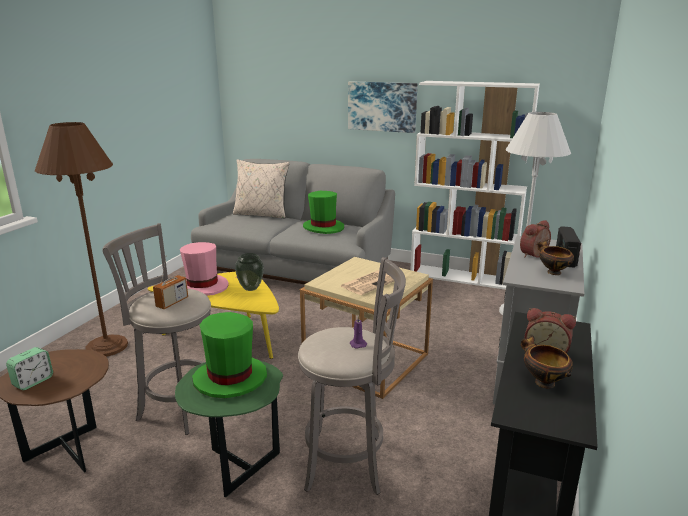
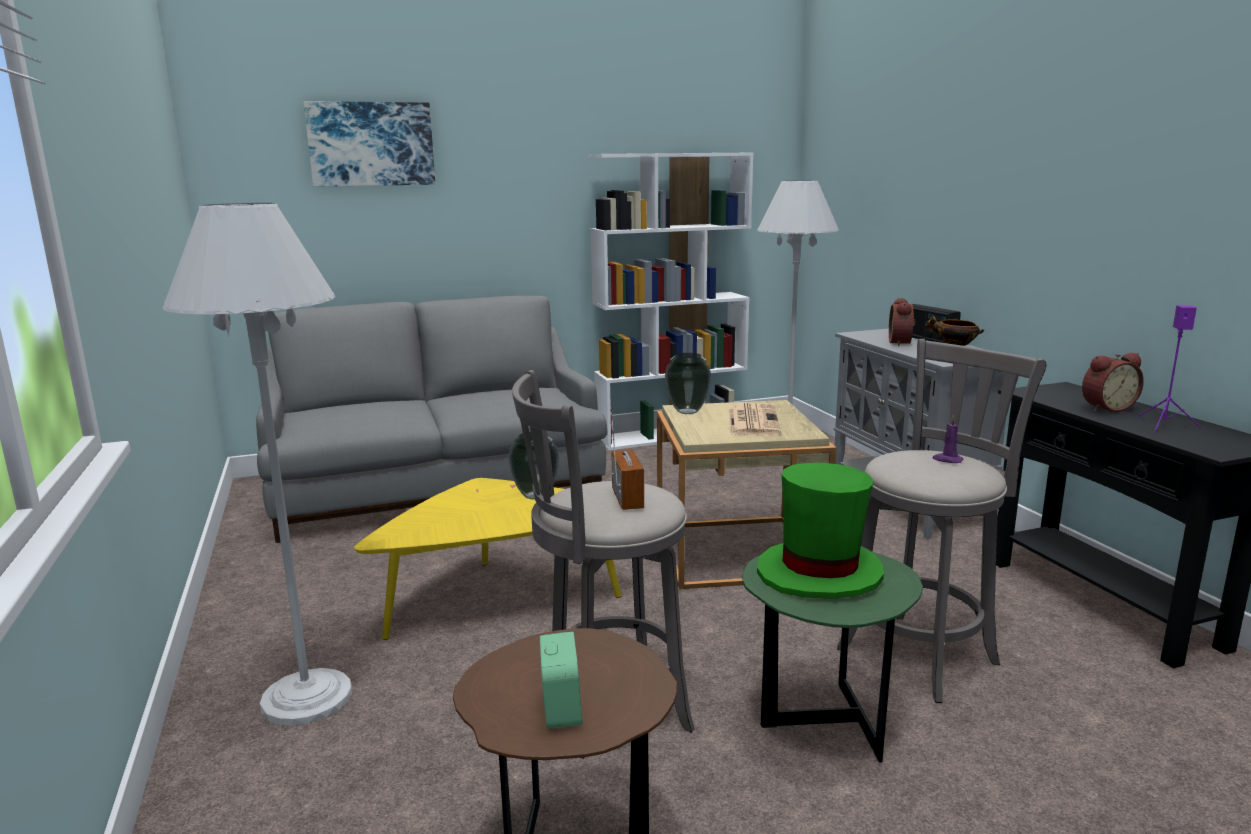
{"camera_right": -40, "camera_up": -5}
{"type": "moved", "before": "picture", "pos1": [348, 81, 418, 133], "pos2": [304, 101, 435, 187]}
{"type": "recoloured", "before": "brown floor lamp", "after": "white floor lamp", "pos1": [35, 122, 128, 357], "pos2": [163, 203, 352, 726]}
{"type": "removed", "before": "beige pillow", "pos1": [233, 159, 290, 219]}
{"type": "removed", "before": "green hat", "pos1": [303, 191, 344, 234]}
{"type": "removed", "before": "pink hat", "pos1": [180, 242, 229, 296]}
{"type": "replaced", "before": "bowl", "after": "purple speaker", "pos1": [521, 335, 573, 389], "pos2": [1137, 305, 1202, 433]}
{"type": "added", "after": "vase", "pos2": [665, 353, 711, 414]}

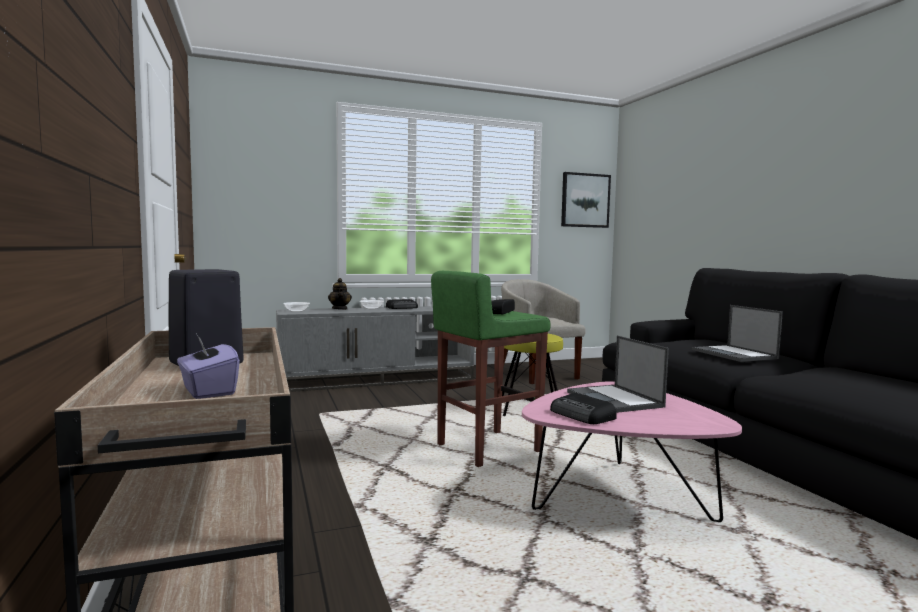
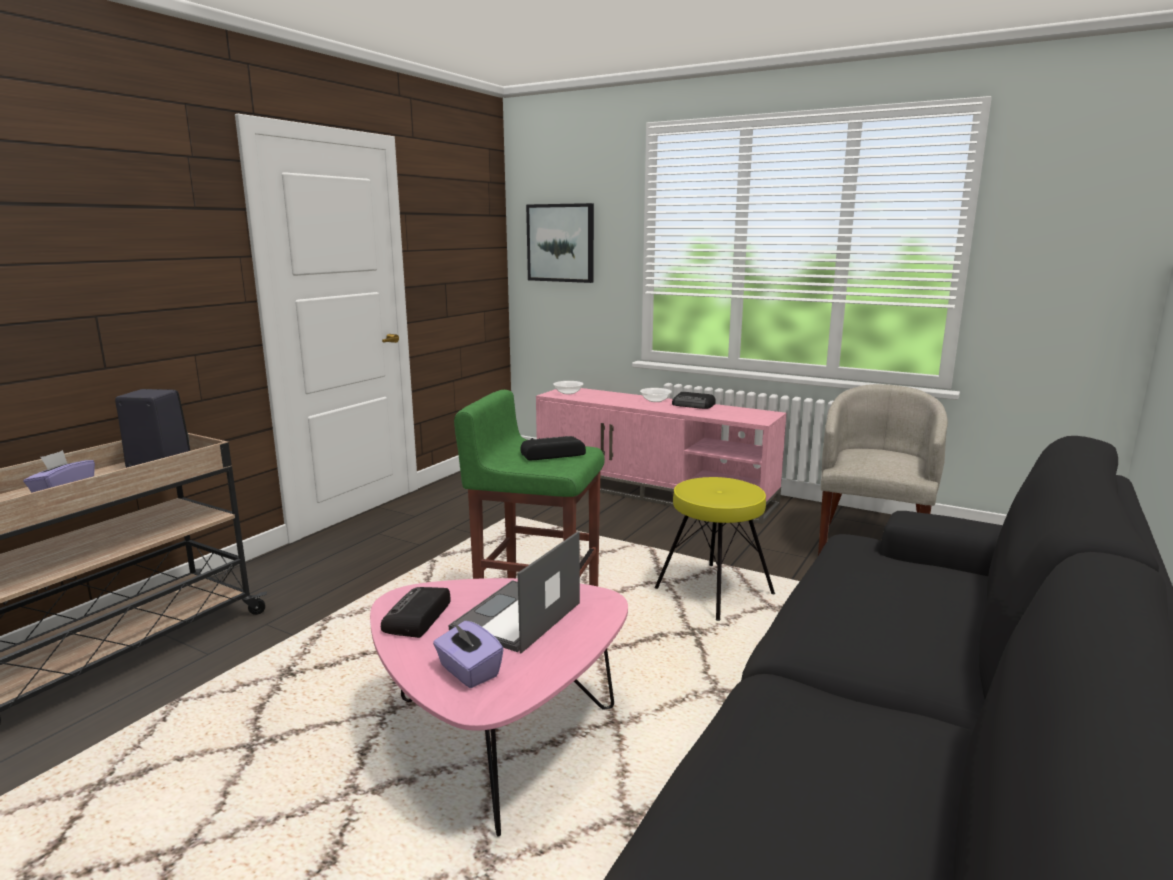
{"camera_right": 50, "camera_up": 10}
{"type": "moved", "before": "picture", "pos1": [561, 172, 611, 228], "pos2": [526, 203, 594, 283]}
{"type": "removed", "before": "teapot", "pos1": [328, 278, 352, 310]}
{"type": "removed", "before": "laptop", "pos1": [692, 305, 783, 362]}
{"type": "recoloured", "before": "grey tv stand", "after": "pink tv stand", "pos1": [276, 306, 474, 392], "pos2": [536, 388, 787, 524]}
{"type": "added", "after": "purple tissue box", "pos2": [433, 621, 504, 688]}

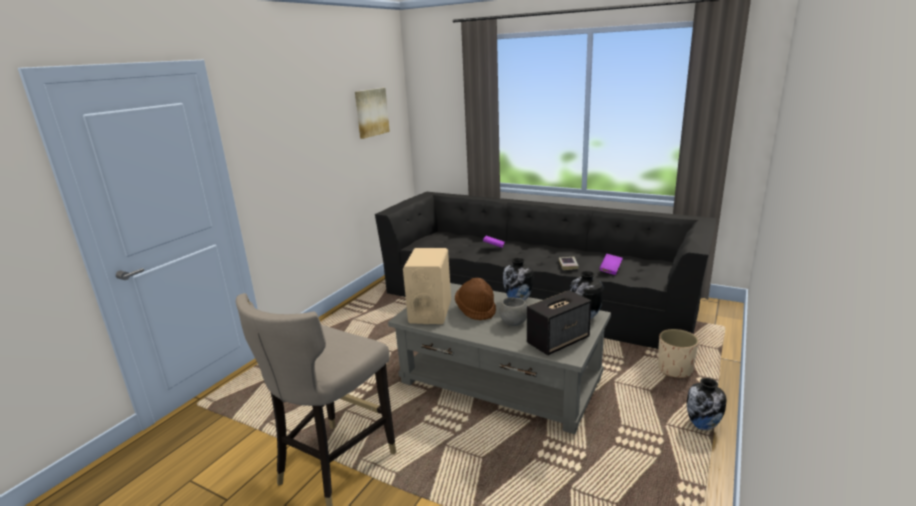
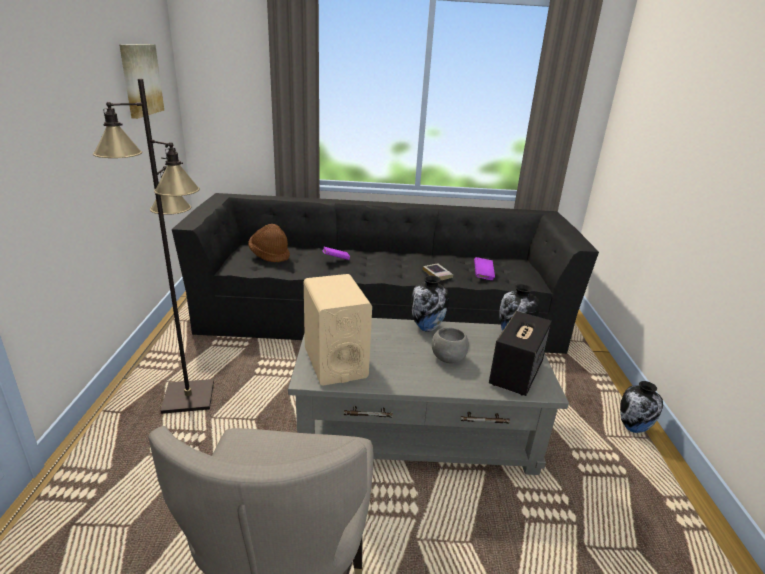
{"camera_right": -30, "camera_up": 5}
{"type": "moved", "before": "brown hat", "pos1": [455, 278, 496, 320], "pos2": [248, 224, 290, 262]}
{"type": "removed", "before": "beige planter", "pos1": [658, 329, 699, 378]}
{"type": "added", "after": "black floor lamp", "pos2": [93, 78, 214, 414]}

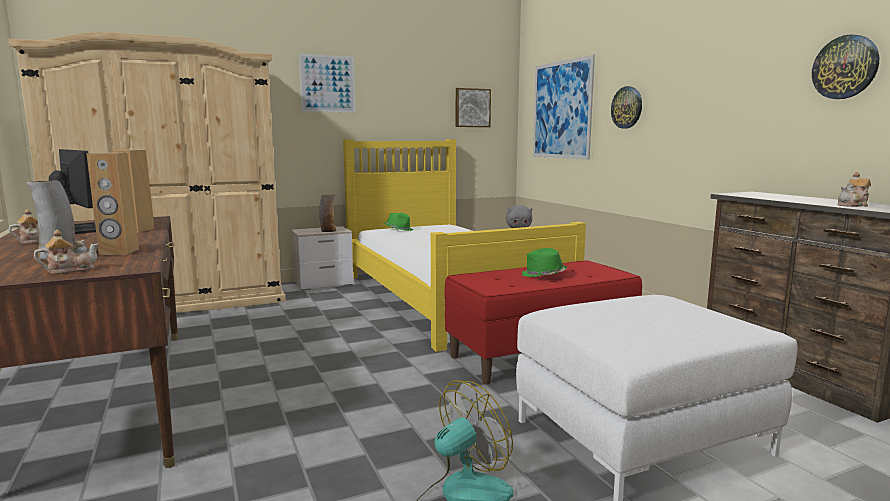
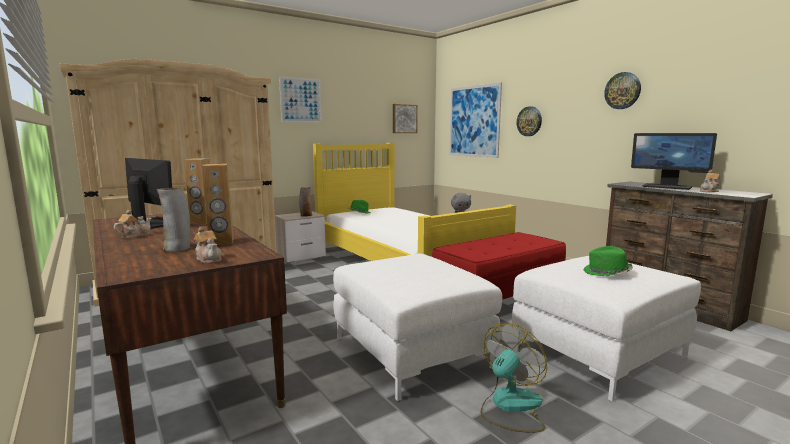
{"camera_right": -10, "camera_up": 0}
{"type": "moved", "before": "wall clock", "pos1": [812, 34, 879, 99], "pos2": [604, 72, 641, 109]}
{"type": "turned", "before": "teapot", "pos1": [34, 230, 99, 274], "pos2": [194, 226, 222, 264], "turn": 90}
{"type": "moved", "before": "green hat", "pos1": [522, 248, 567, 277], "pos2": [583, 246, 633, 276]}
{"type": "added", "after": "monitor", "pos2": [631, 133, 717, 190]}
{"type": "added", "after": "white ottoman", "pos2": [333, 253, 502, 401]}

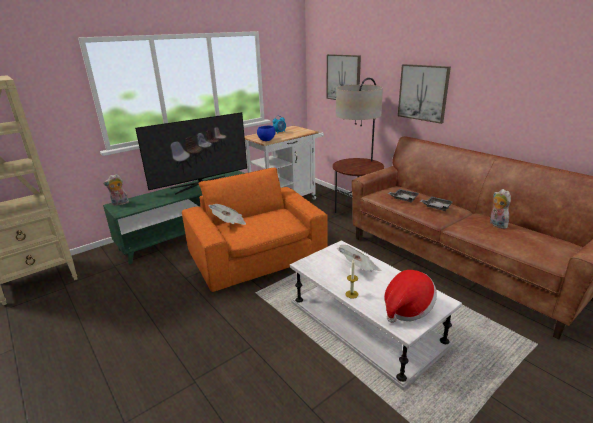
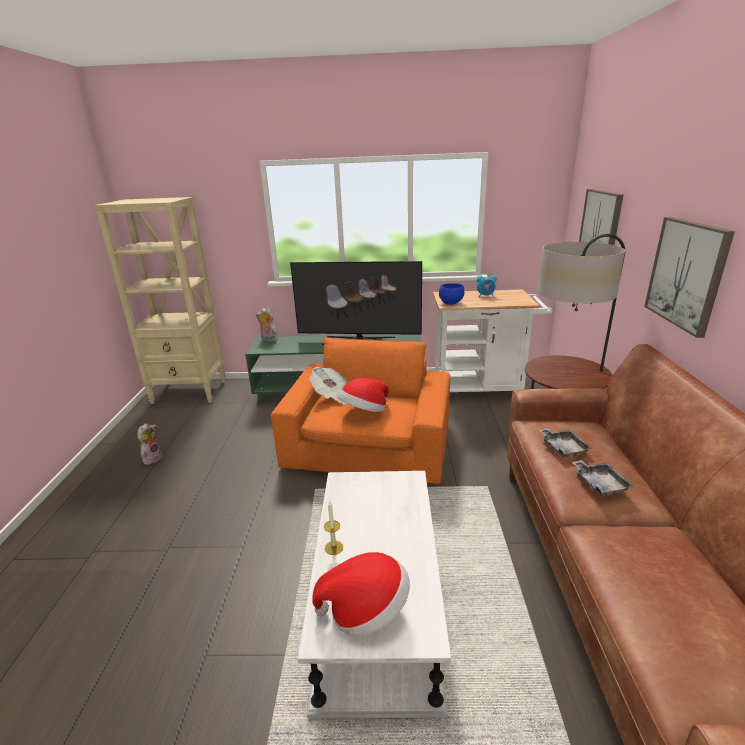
{"camera_right": 40, "camera_up": 0}
{"type": "moved", "before": "plush toy", "pos1": [490, 189, 511, 229], "pos2": [137, 423, 162, 465]}
{"type": "removed", "before": "newspaper", "pos1": [337, 245, 381, 272]}
{"type": "added", "after": "hat", "pos2": [338, 378, 389, 412]}

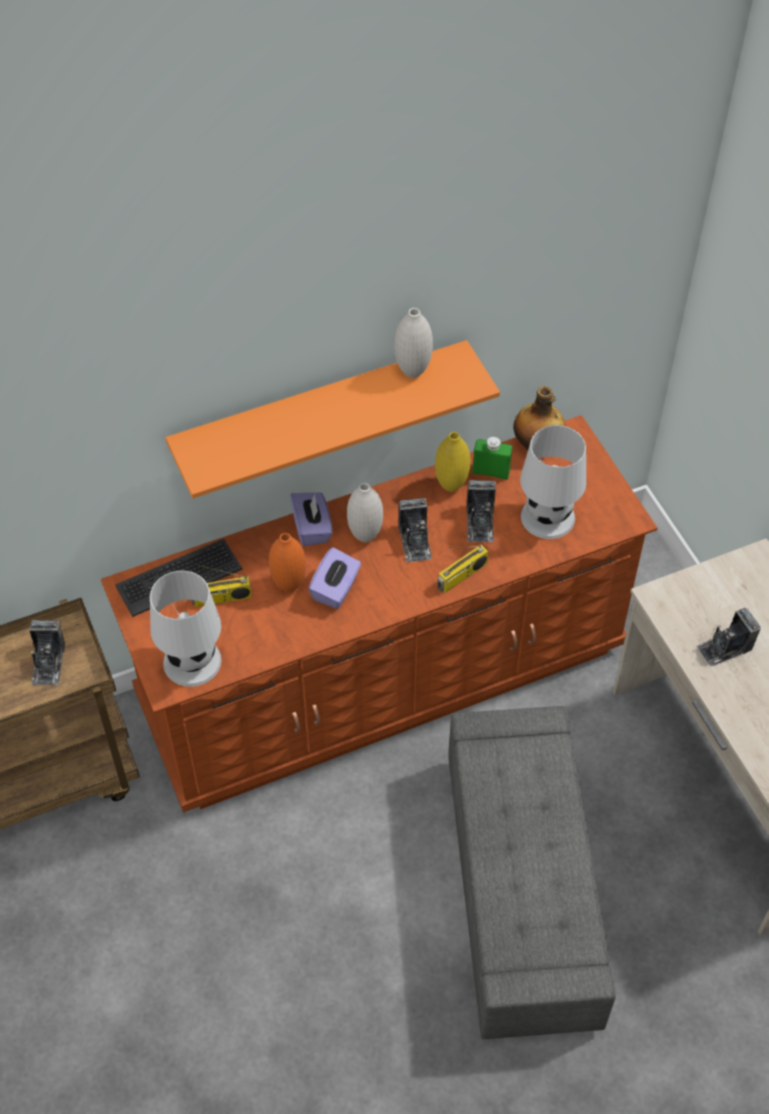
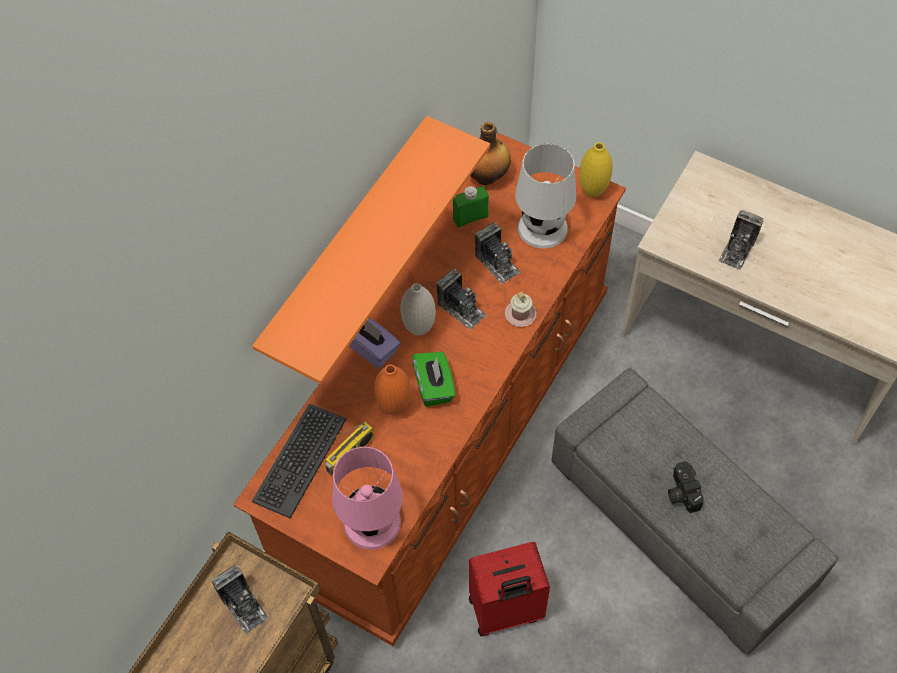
{"camera_right": -35, "camera_up": 5}
{"type": "removed", "before": "white vase", "pos1": [394, 308, 433, 378]}
{"type": "moved", "before": "yellow vase", "pos1": [435, 432, 470, 492], "pos2": [579, 142, 613, 197]}
{"type": "replaced", "before": "radio", "after": "pink mug", "pos1": [437, 545, 488, 593], "pos2": [505, 292, 537, 327]}
{"type": "recoloured", "before": "purple tissue box", "after": "green tissue box", "pos1": [309, 547, 361, 609], "pos2": [412, 352, 455, 407]}
{"type": "recoloured", "before": "white table lamp", "after": "pink table lamp", "pos1": [150, 570, 222, 687], "pos2": [332, 447, 403, 549]}
{"type": "added", "after": "photo camera", "pos2": [668, 461, 704, 513]}
{"type": "added", "after": "red suitcase", "pos2": [469, 542, 550, 636]}

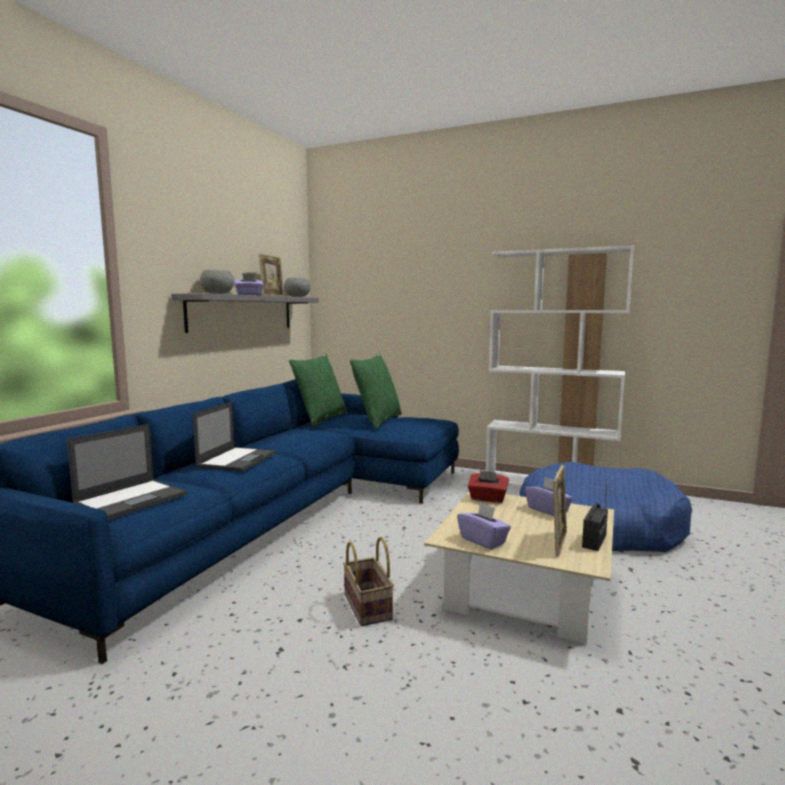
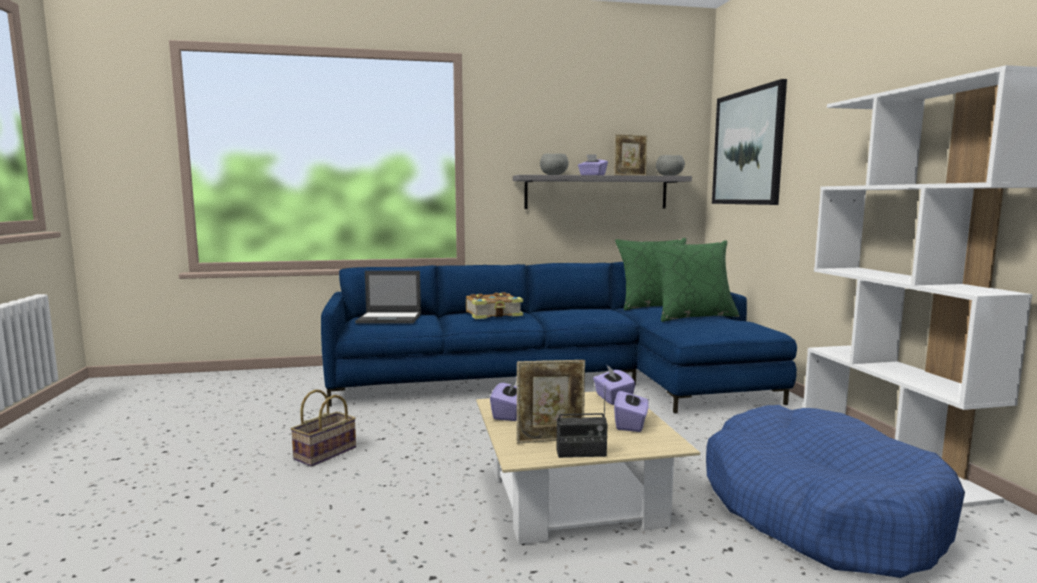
{"camera_right": 55, "camera_up": 0}
{"type": "replaced", "before": "laptop", "after": "book", "pos1": [193, 402, 276, 471], "pos2": [466, 292, 523, 319]}
{"type": "recoloured", "before": "red tissue box", "after": "purple tissue box", "pos1": [468, 470, 509, 503], "pos2": [593, 364, 635, 405]}
{"type": "moved", "before": "basket", "pos1": [343, 537, 394, 626], "pos2": [291, 390, 356, 467]}
{"type": "added", "after": "picture", "pos2": [712, 79, 787, 205]}

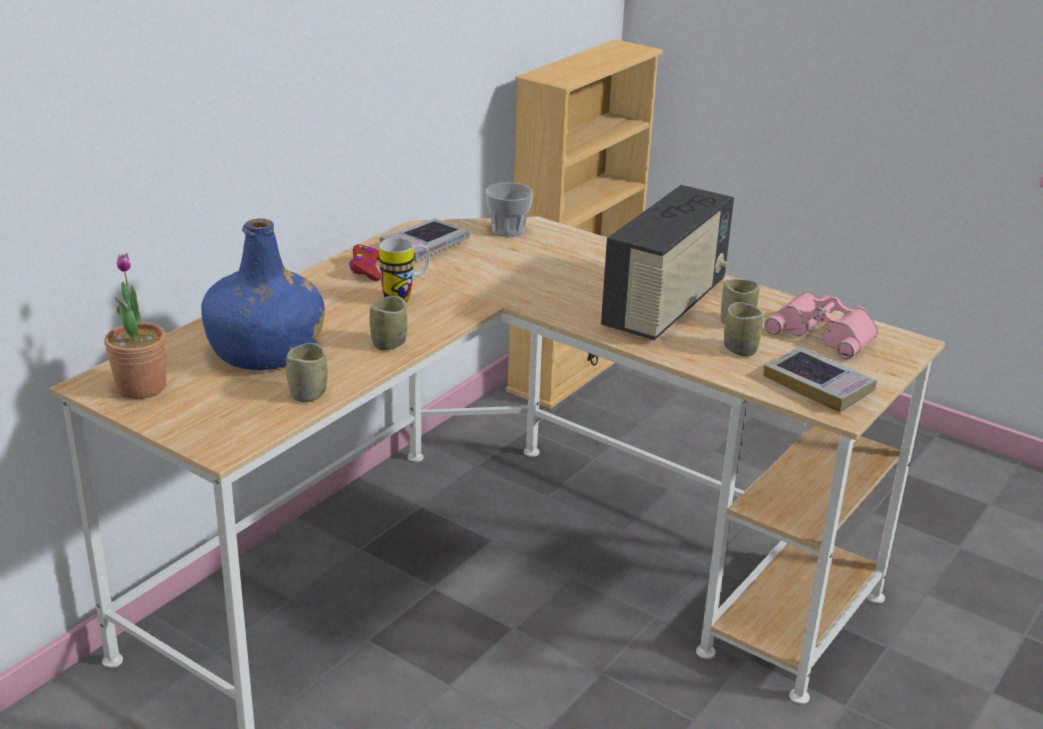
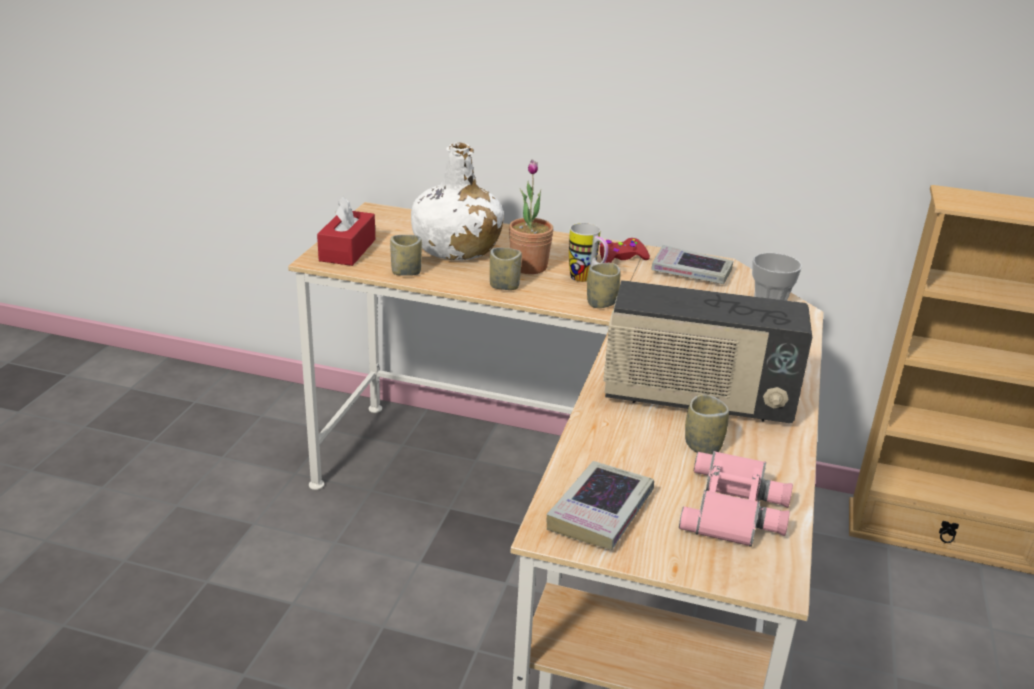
{"camera_right": 70, "camera_up": 0}
{"type": "recoloured", "before": "blue bottle", "after": "white bottle", "pos1": [201, 218, 325, 370], "pos2": [411, 142, 504, 260]}
{"type": "moved", "before": "potted plant", "pos1": [104, 253, 166, 399], "pos2": [509, 160, 554, 274]}
{"type": "moved", "before": "cup", "pos1": [724, 302, 763, 357], "pos2": [587, 263, 620, 308]}
{"type": "added", "after": "red tissue box", "pos2": [317, 196, 375, 266]}

